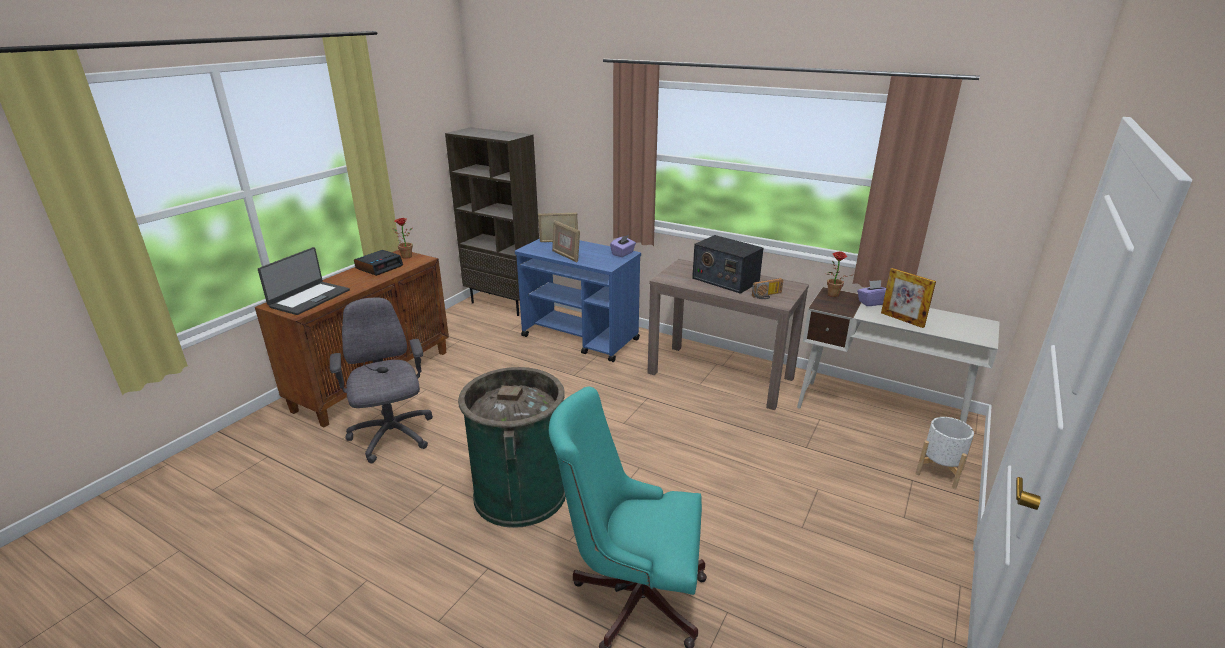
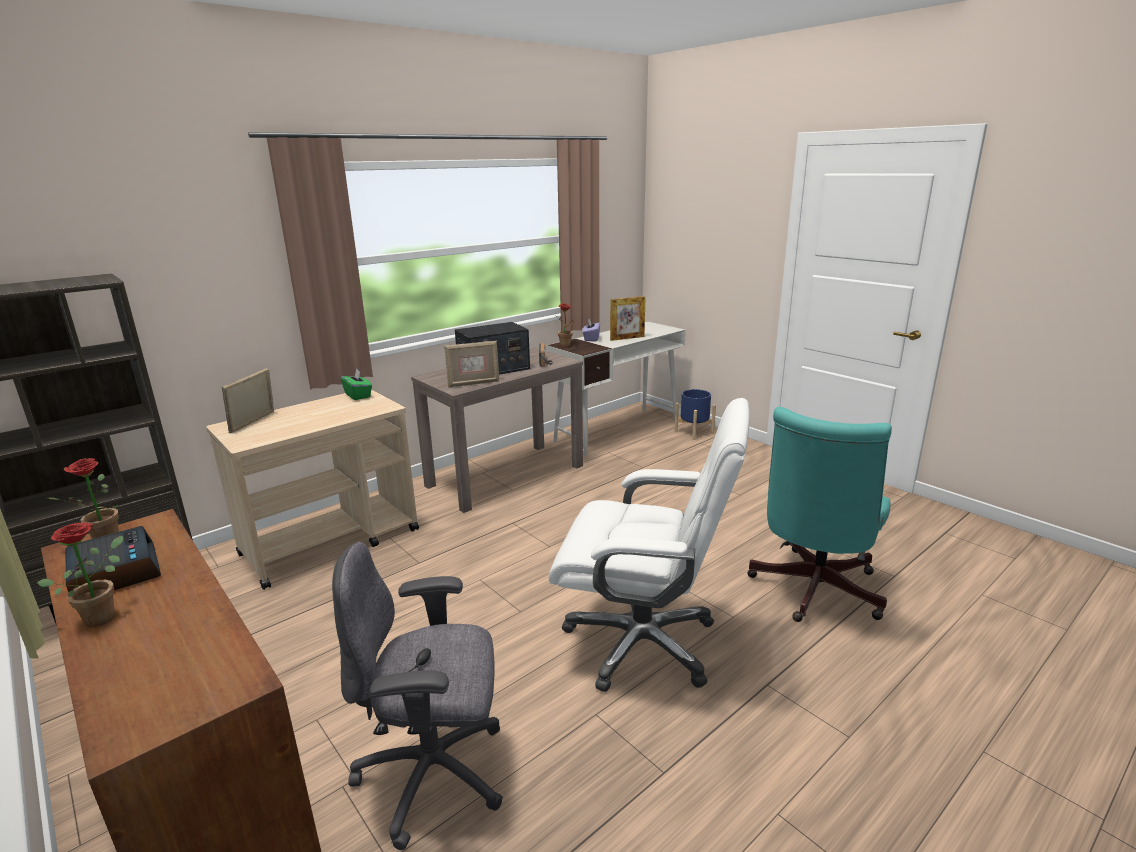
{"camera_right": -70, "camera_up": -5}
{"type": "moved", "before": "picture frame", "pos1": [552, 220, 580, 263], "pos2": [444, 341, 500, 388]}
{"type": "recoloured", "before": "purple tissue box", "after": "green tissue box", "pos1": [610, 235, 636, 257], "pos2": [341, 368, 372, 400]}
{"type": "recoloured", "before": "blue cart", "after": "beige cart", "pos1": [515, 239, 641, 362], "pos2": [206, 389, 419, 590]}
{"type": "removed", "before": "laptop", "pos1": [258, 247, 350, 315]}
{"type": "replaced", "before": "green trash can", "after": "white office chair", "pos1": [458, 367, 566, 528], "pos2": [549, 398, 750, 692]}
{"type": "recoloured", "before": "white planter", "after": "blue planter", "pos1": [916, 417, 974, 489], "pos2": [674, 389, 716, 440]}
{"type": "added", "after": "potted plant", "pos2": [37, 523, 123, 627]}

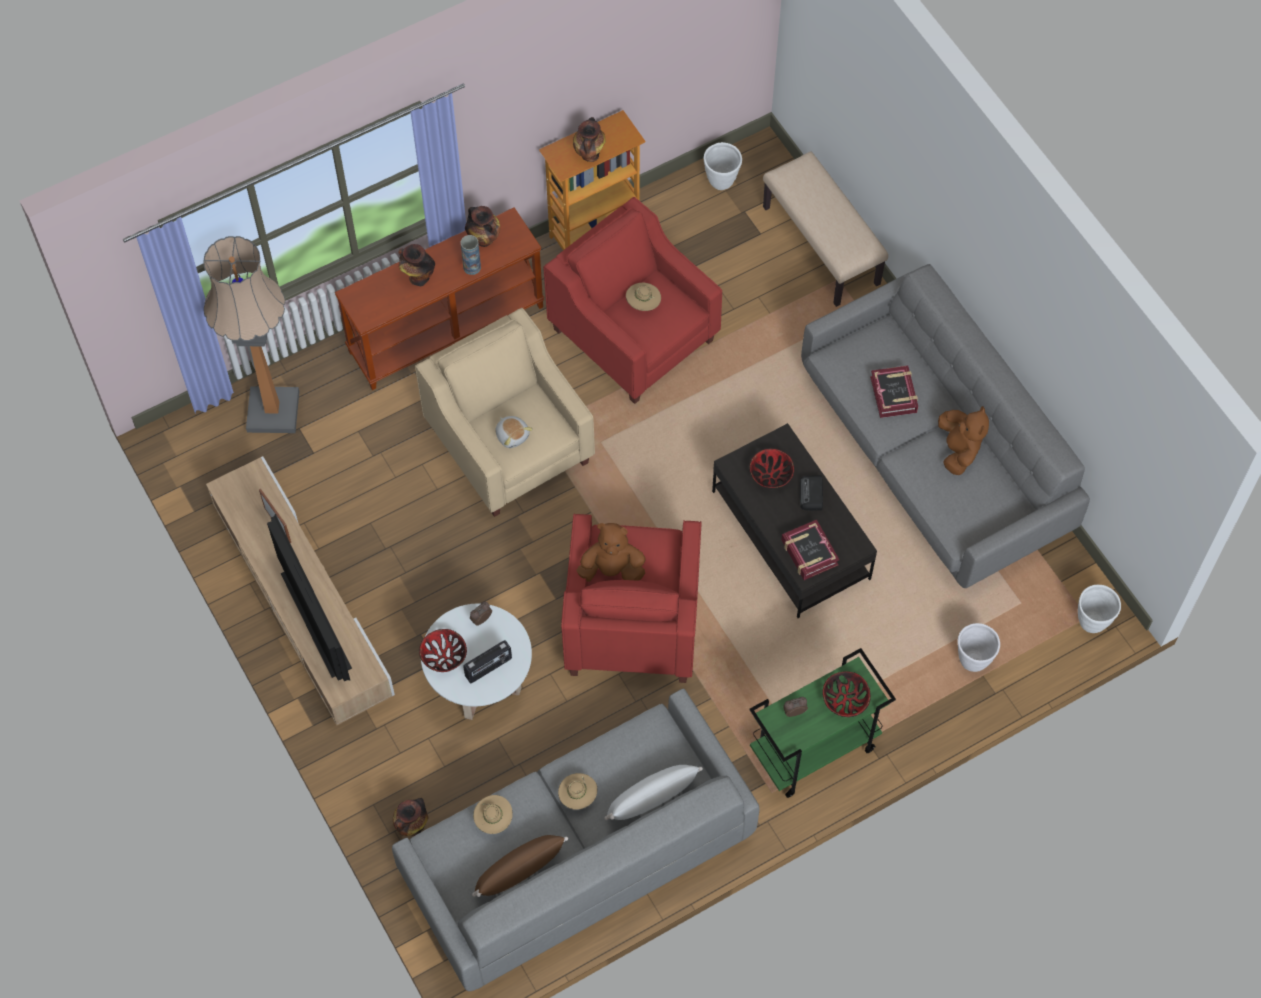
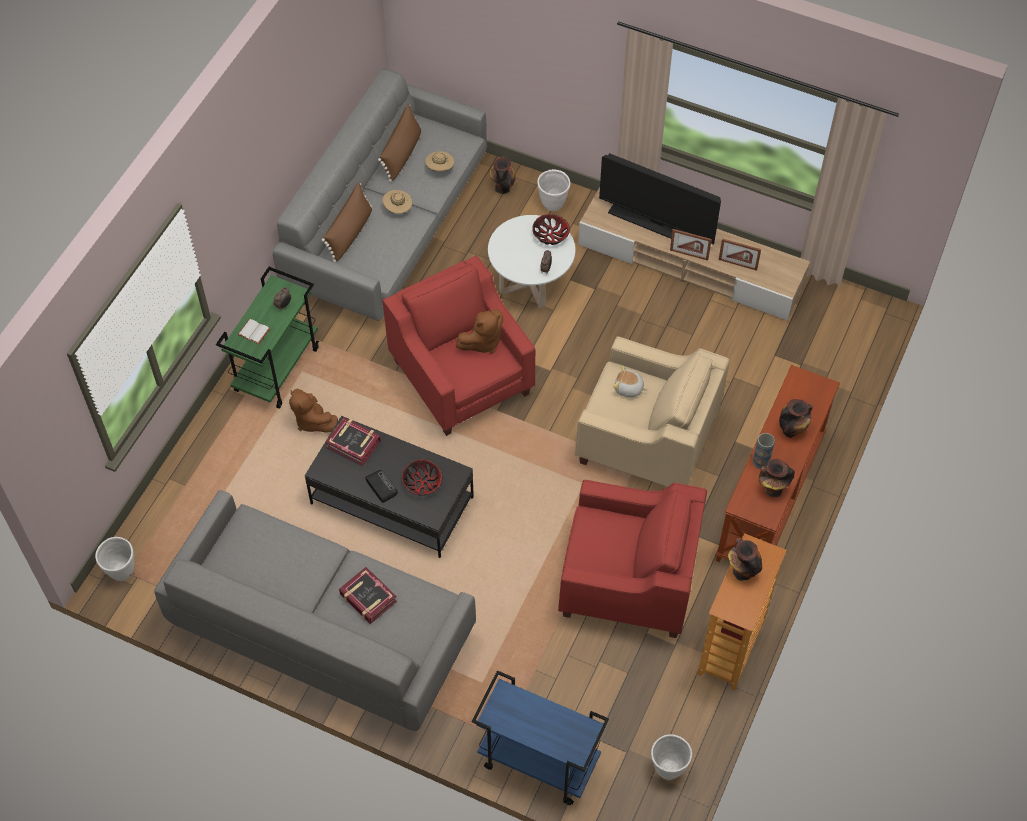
{"camera_right": 145, "camera_up": -5}
{"type": "replaced", "before": "beige bench", "after": "blue cart", "pos1": [763, 151, 888, 307], "pos2": [472, 670, 609, 805]}
{"type": "removed", "before": "floor lamp", "pos1": [203, 236, 299, 433]}
{"type": "removed", "before": "beige hat", "pos1": [626, 283, 661, 311]}
{"type": "moved", "before": "brown plush toy", "pos1": [938, 406, 989, 475], "pos2": [289, 389, 338, 433]}
{"type": "moved", "before": "white planter", "pos1": [957, 623, 1000, 672], "pos2": [537, 169, 570, 211]}
{"type": "removed", "before": "radio", "pos1": [463, 640, 512, 683]}
{"type": "replaced", "before": "bowl", "after": "white book", "pos1": [822, 671, 871, 717], "pos2": [237, 319, 270, 344]}
{"type": "recoloured", "before": "white pillow", "after": "brown pillow", "pos1": [605, 765, 703, 820], "pos2": [322, 182, 372, 263]}
{"type": "added", "after": "picture frame", "pos2": [670, 229, 712, 260]}

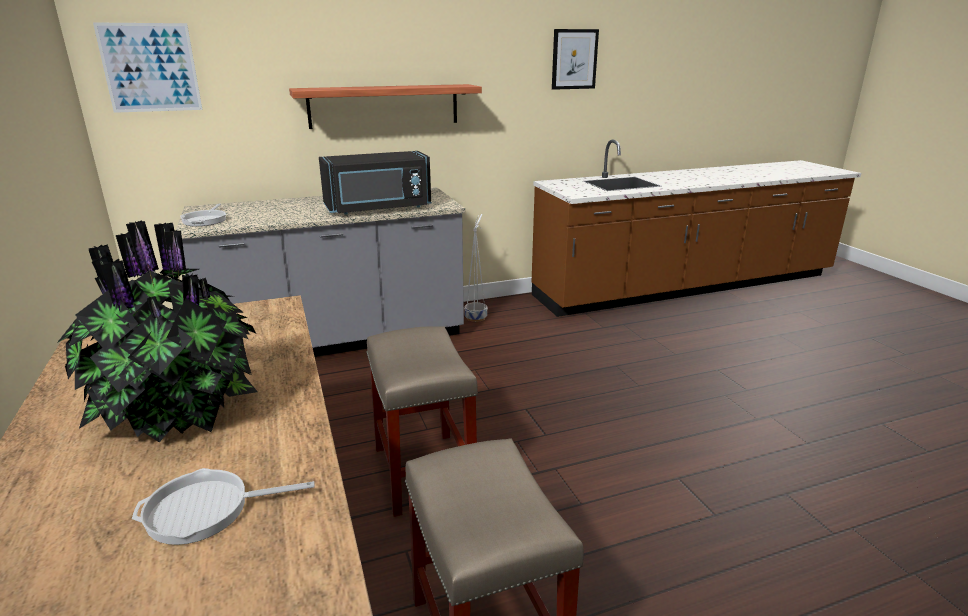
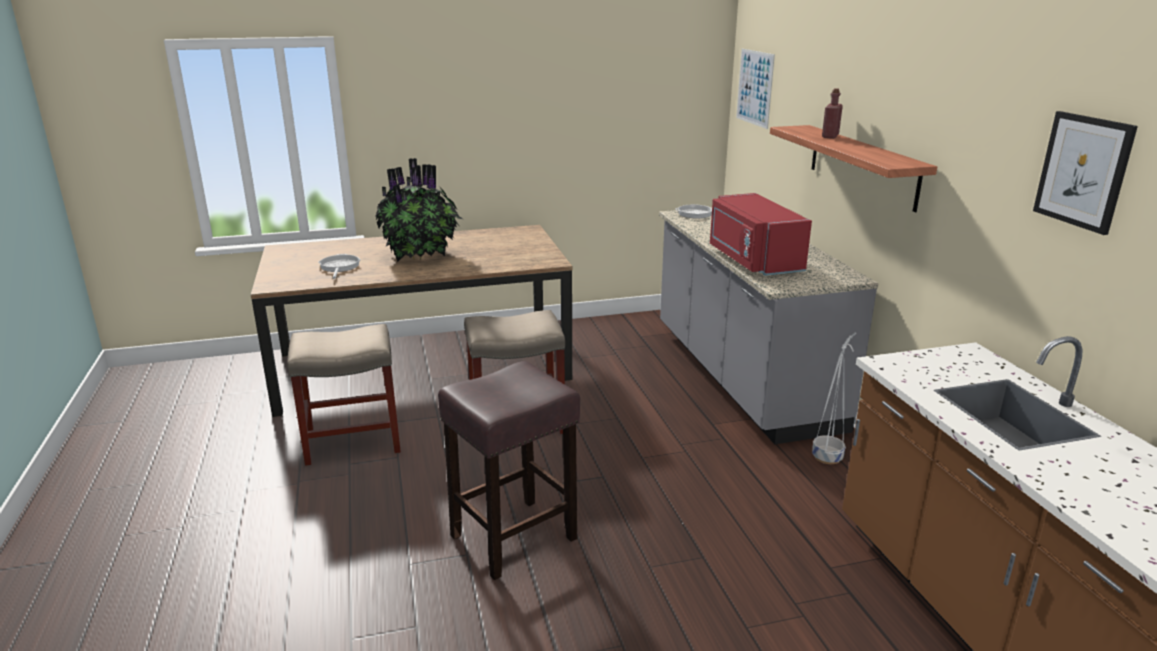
{"camera_right": 95, "camera_up": 0}
{"type": "recoloured", "before": "black microwave", "after": "red microwave", "pos1": [319, 151, 431, 215], "pos2": [710, 193, 812, 275]}
{"type": "added", "after": "red bottle", "pos2": [822, 88, 843, 139]}
{"type": "added", "after": "brown stool", "pos2": [438, 361, 580, 580]}

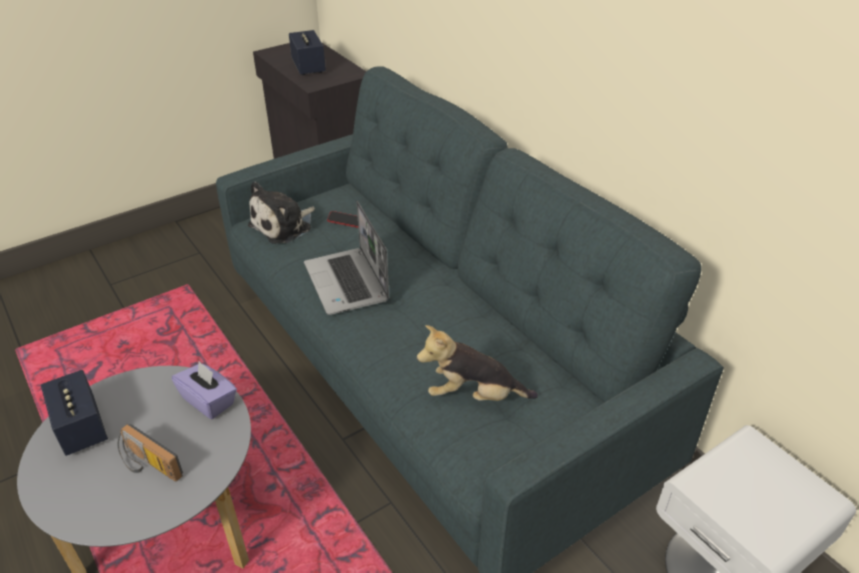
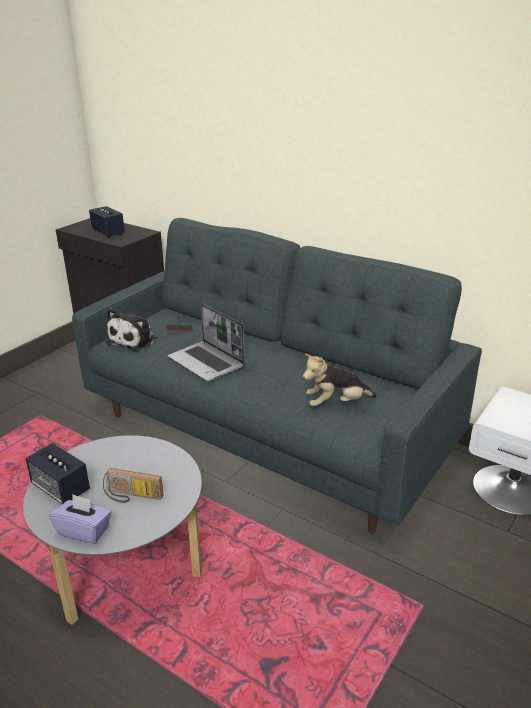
{"camera_right": -20, "camera_up": -10}
{"type": "moved", "before": "purple tissue box", "pos1": [172, 361, 237, 419], "pos2": [49, 494, 112, 544]}

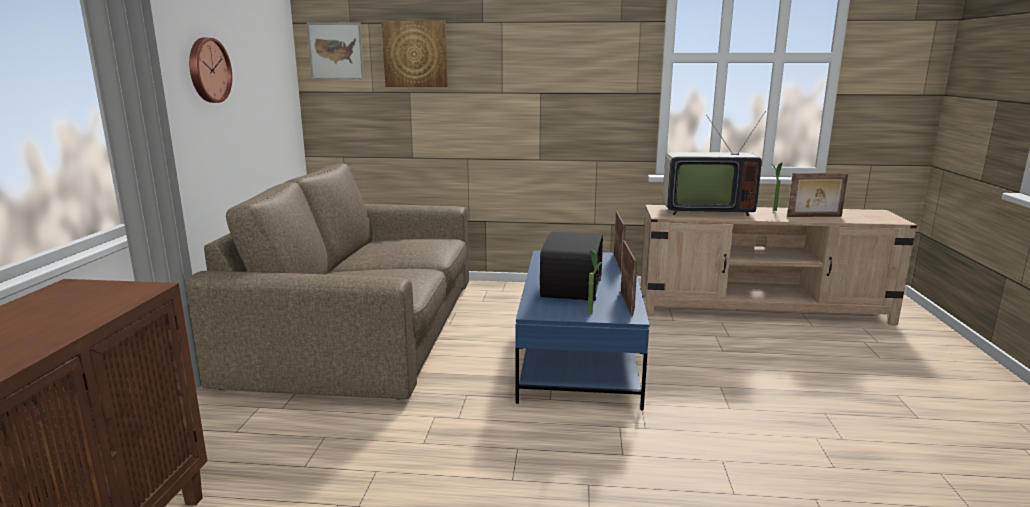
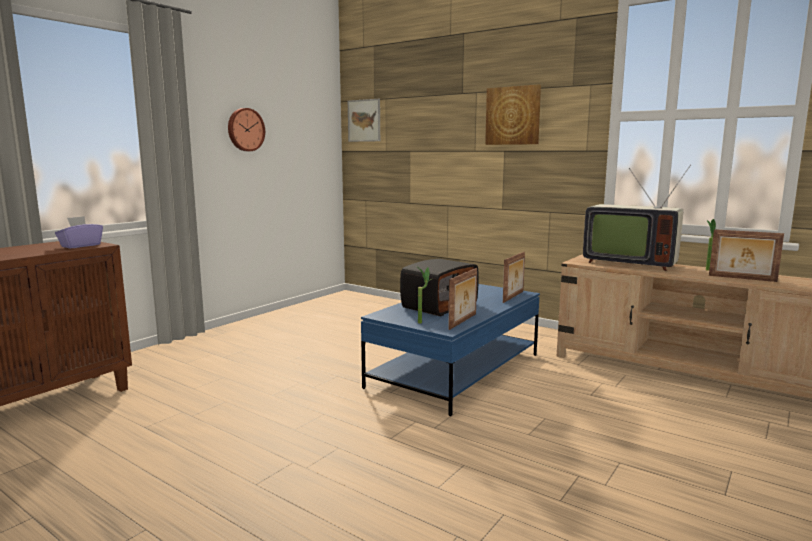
{"camera_right": 30, "camera_up": -5}
{"type": "moved", "before": "picture", "pos1": [381, 21, 448, 87], "pos2": [485, 85, 541, 145]}
{"type": "removed", "before": "brown sofa", "pos1": [186, 163, 469, 400]}
{"type": "added", "after": "purple tissue box", "pos2": [55, 216, 103, 248]}

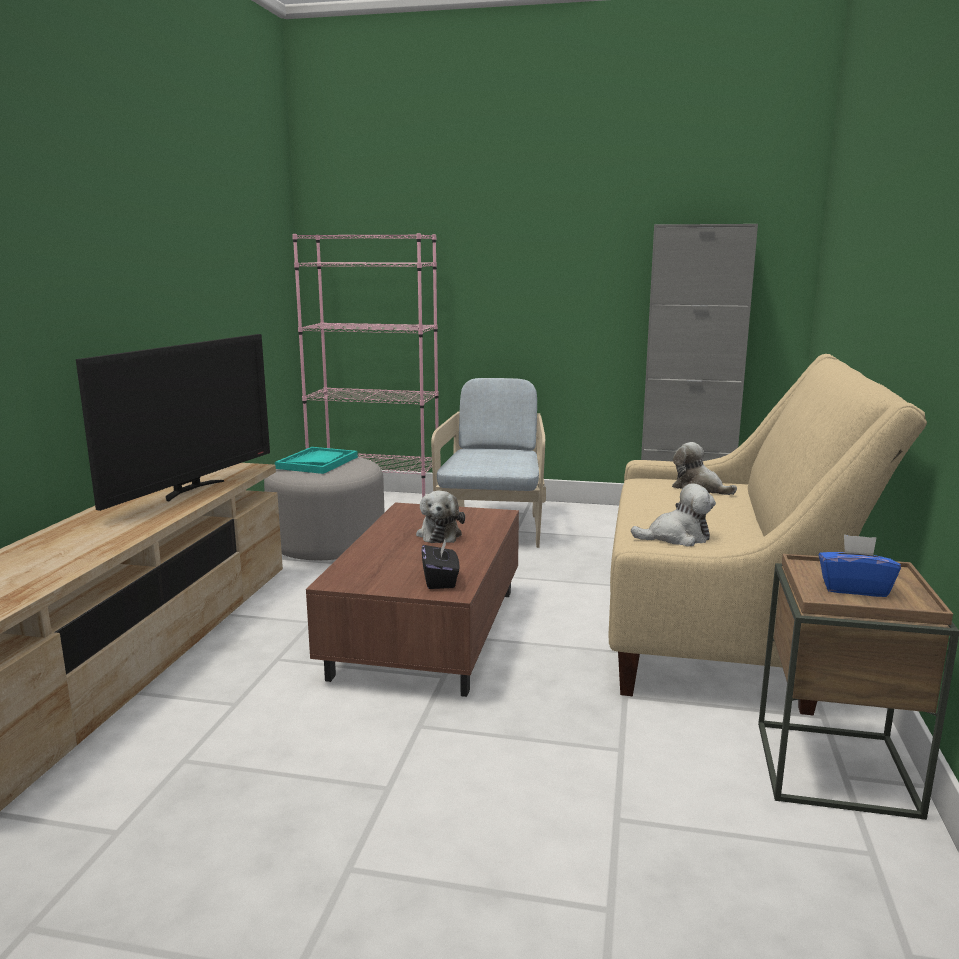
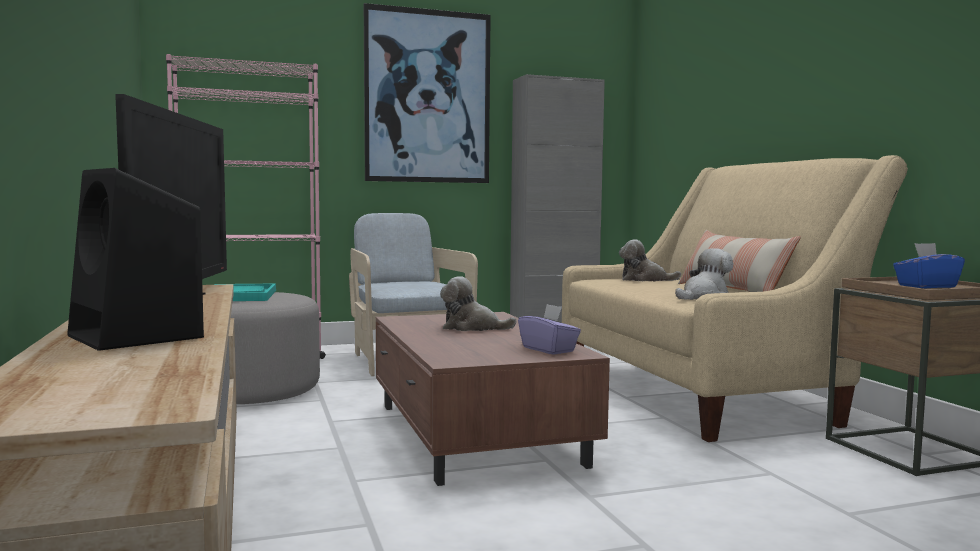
{"camera_right": -30, "camera_up": -10}
{"type": "turned", "before": "plush toy", "pos1": [416, 491, 465, 543], "pos2": [440, 276, 517, 331], "turn": 135}
{"type": "recoloured", "before": "black tissue box", "after": "purple tissue box", "pos1": [421, 537, 460, 589], "pos2": [518, 304, 581, 355]}
{"type": "added", "after": "picture", "pos2": [364, 3, 491, 183]}
{"type": "added", "after": "black speaker", "pos2": [67, 168, 204, 351]}
{"type": "added", "after": "pillow", "pos2": [678, 230, 801, 292]}

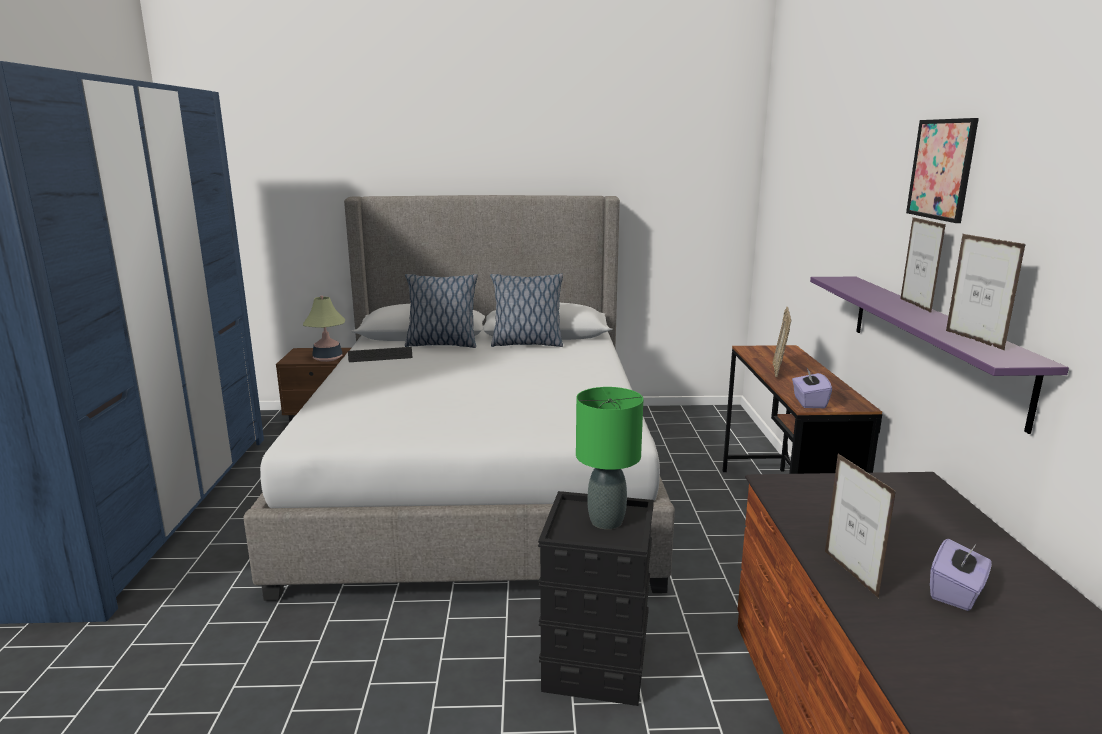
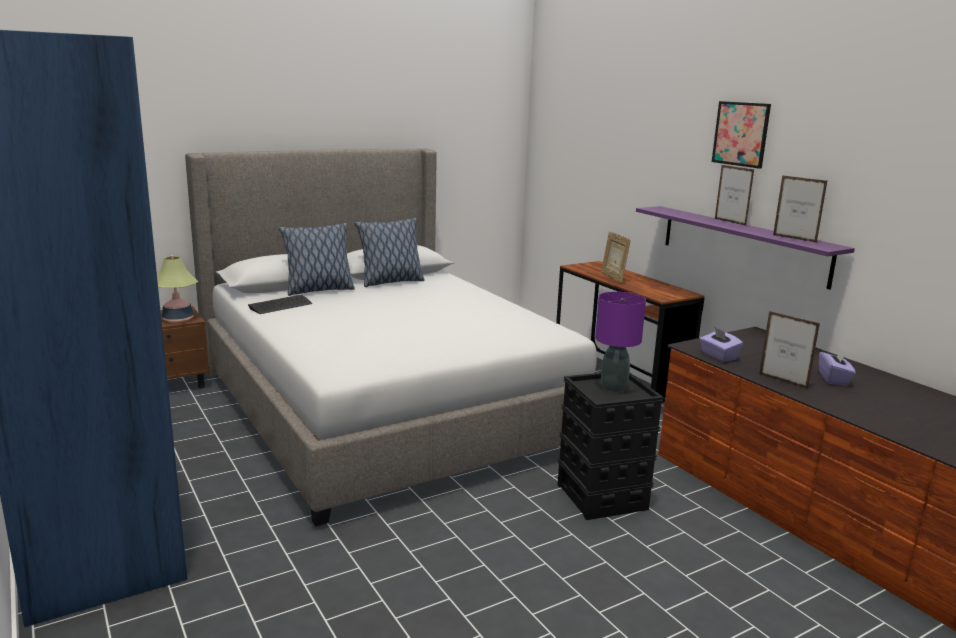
{"camera_right": -30, "camera_up": 0}
{"type": "moved", "before": "purple tissue box", "pos1": [792, 368, 832, 408], "pos2": [700, 327, 743, 362]}
{"type": "recoloured", "before": "green table lamp", "after": "purple table lamp", "pos1": [576, 387, 643, 529], "pos2": [595, 292, 646, 392]}

